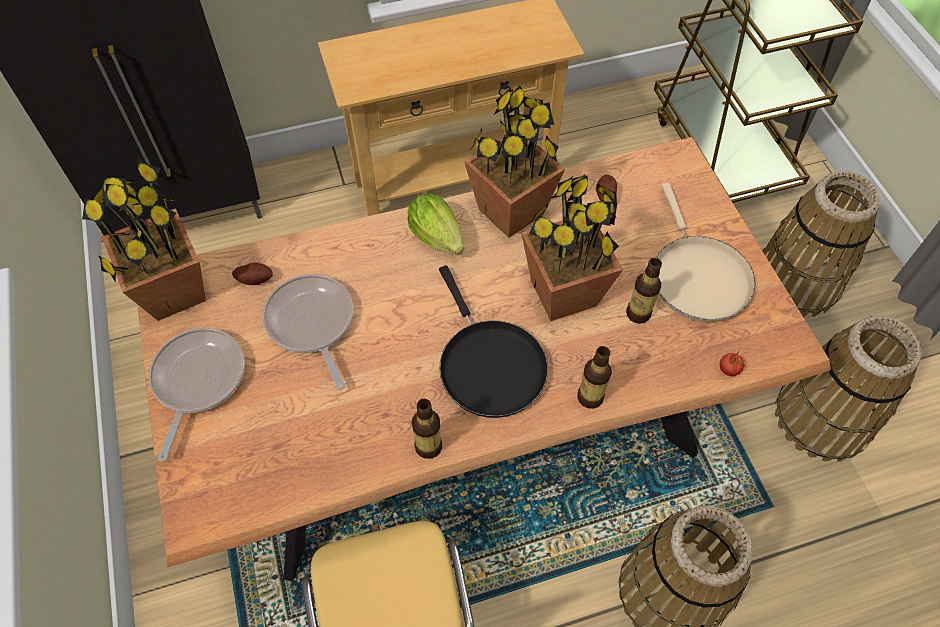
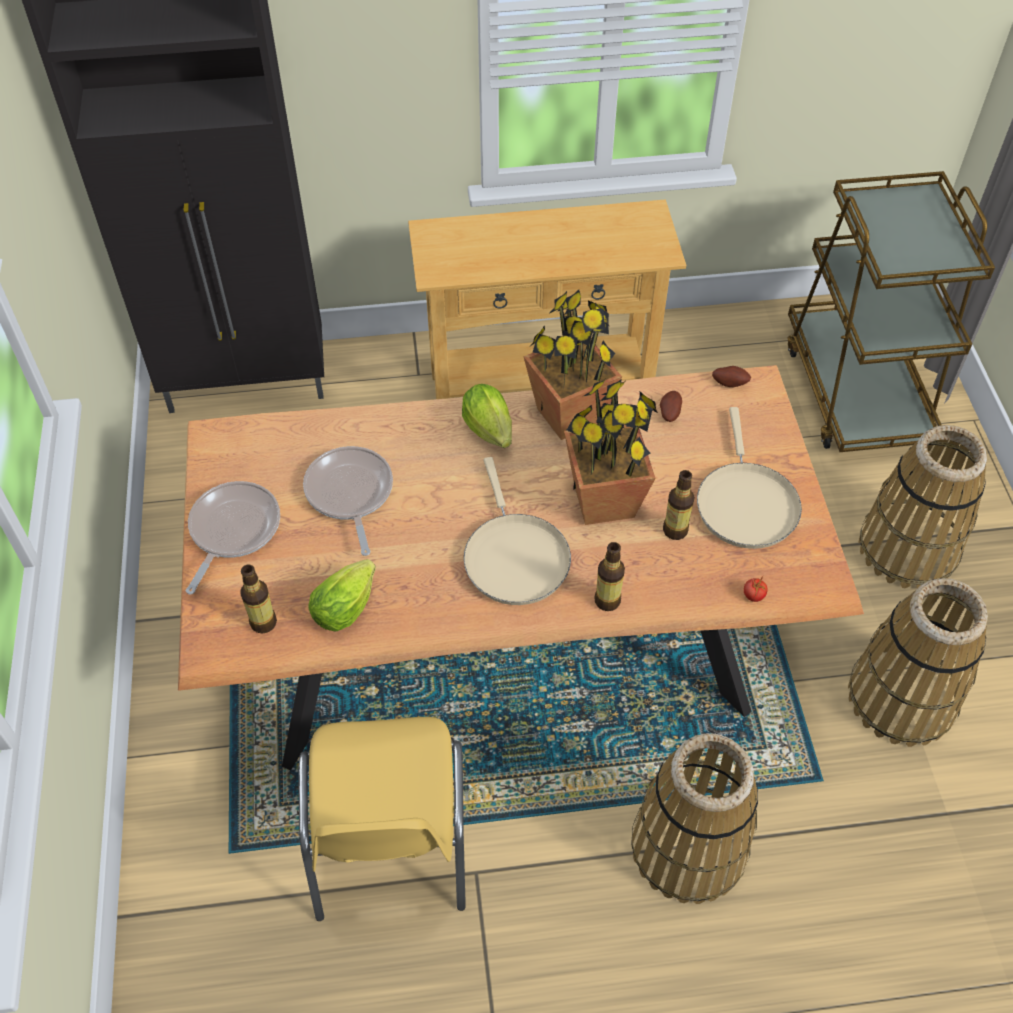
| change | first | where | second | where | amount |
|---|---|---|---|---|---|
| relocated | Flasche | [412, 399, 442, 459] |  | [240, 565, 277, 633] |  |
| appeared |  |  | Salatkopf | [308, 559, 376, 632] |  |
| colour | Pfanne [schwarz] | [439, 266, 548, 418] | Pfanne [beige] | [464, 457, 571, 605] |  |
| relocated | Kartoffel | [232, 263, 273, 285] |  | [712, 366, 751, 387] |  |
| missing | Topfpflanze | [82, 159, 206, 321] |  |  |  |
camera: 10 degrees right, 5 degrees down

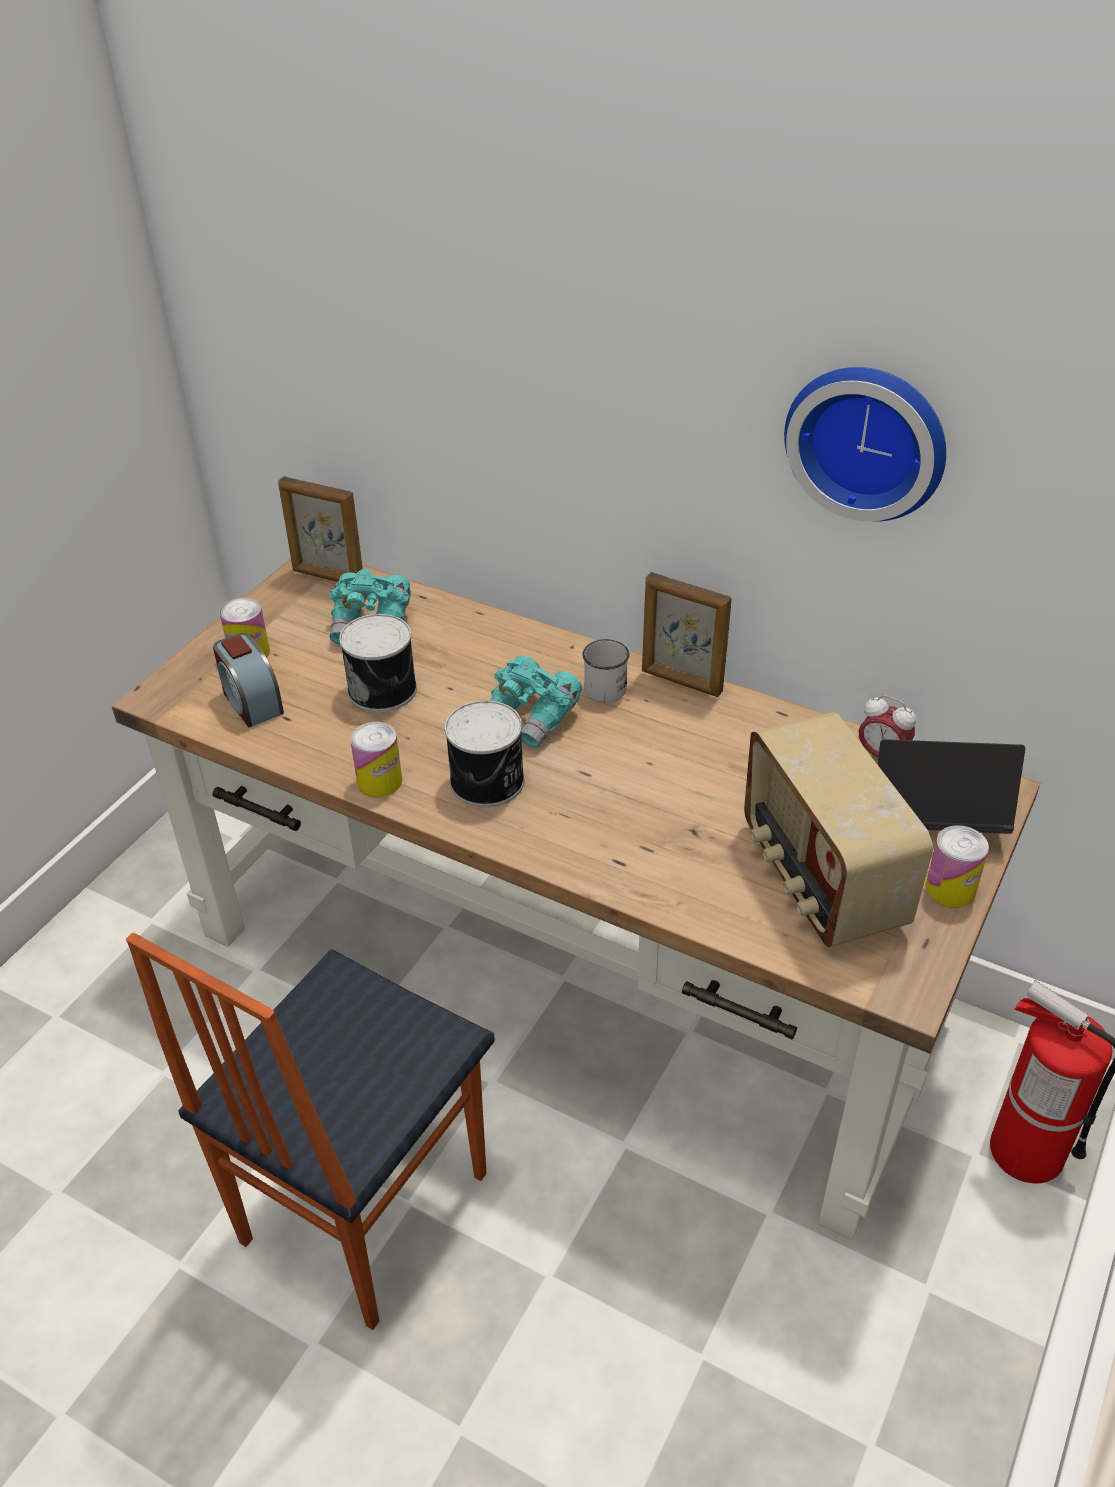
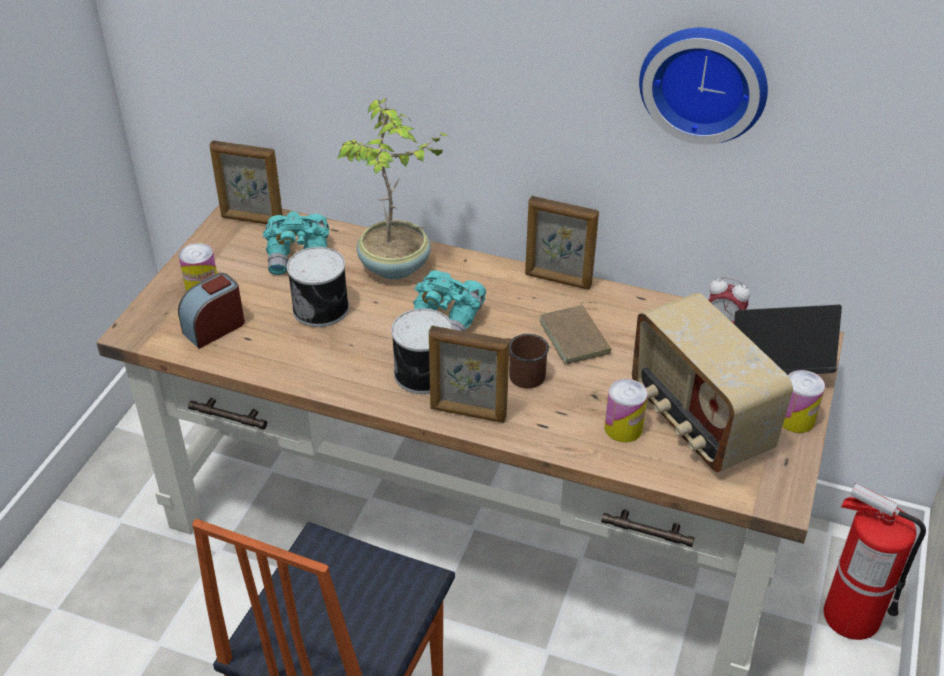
| change | first | where | second | where | amount |
|---|---|---|---|---|---|
| spun | Wecker | [213, 633, 284, 728] |  | [178, 273, 245, 349] | 90 degrees clockwise |
| appeared |  |  | Topfpflanze | [337, 98, 452, 279] |  |
| appeared |  |  | Bilderrahmen | [429, 326, 510, 423] |  |
| appeared |  |  | Henkelbecher [braun] | [508, 334, 549, 388] |  |
| appeared |  |  | Buch [braun] | [539, 302, 612, 365] |  |
| relocated | Dose | [350, 722, 402, 797] |  | [605, 379, 647, 442] |  |
| missing | Henkelbecher [weiß] | [582, 639, 629, 703] |  |  |  |
camera: 10 degrees left, 0 degrees up

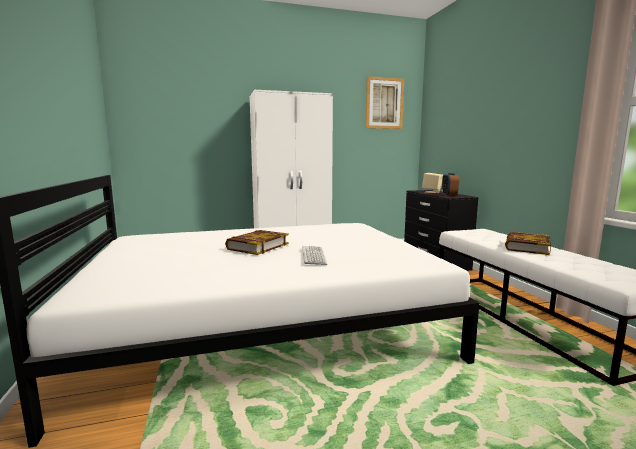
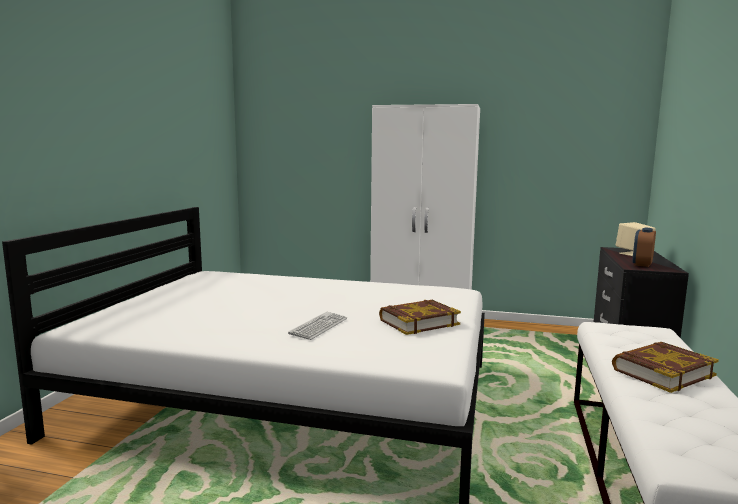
| change | first | where | second | where | amount |
|---|---|---|---|---|---|
| relocated | Buch | [225, 230, 289, 255] |  | [379, 300, 461, 335] |  |
| missing | Bild | [366, 76, 404, 129] |  |  |  |
camera: 30 degrees right, 0 degrees up

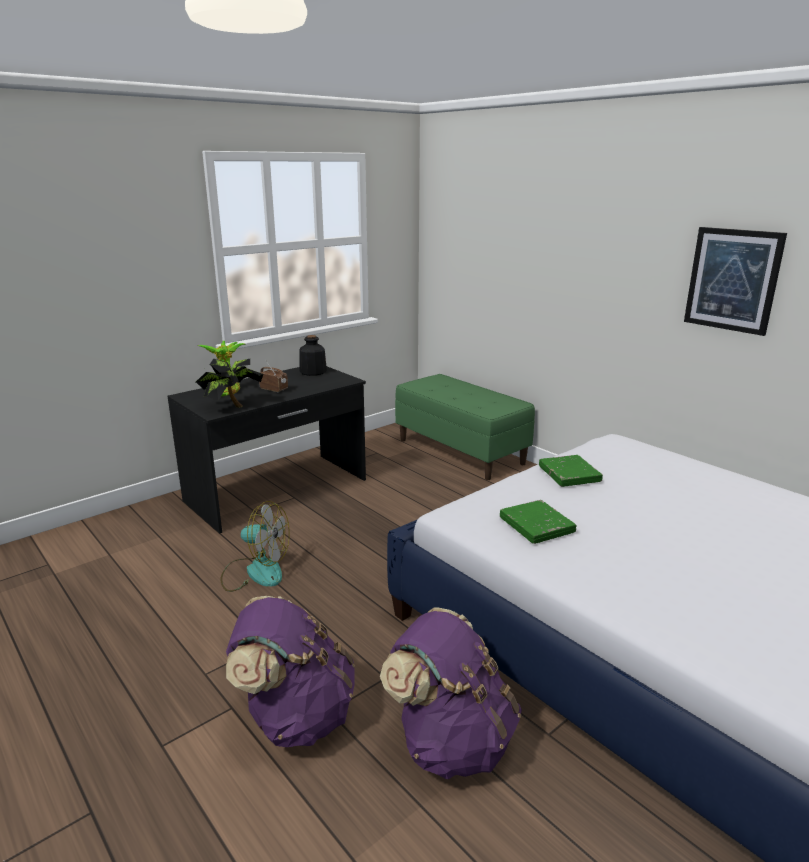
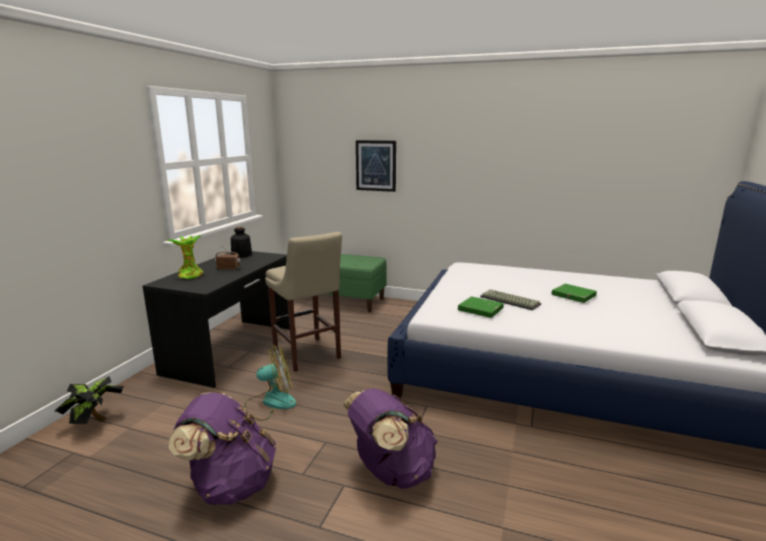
| change | first | where | second | where | amount |
|---|---|---|---|---|---|
| relocated | Topfpflanze | [196, 358, 264, 408] |  | [54, 376, 124, 424] |  |
| relocated | Rucksack [lila] | [380, 607, 522, 779] |  | [169, 392, 276, 505] |  |
| appeared |  |  | Hocker [beige] | [265, 232, 342, 372] |  |
| relocated | Bild | [684, 227, 787, 336] |  | [356, 140, 396, 192] |  |
| appeared |  |  | Tastatur | [480, 289, 541, 310] |  |
| relocated | Buch [grün] | [539, 455, 603, 487] |  | [551, 284, 597, 303] |  |
camera: 30 degrees left, 5 degrees down

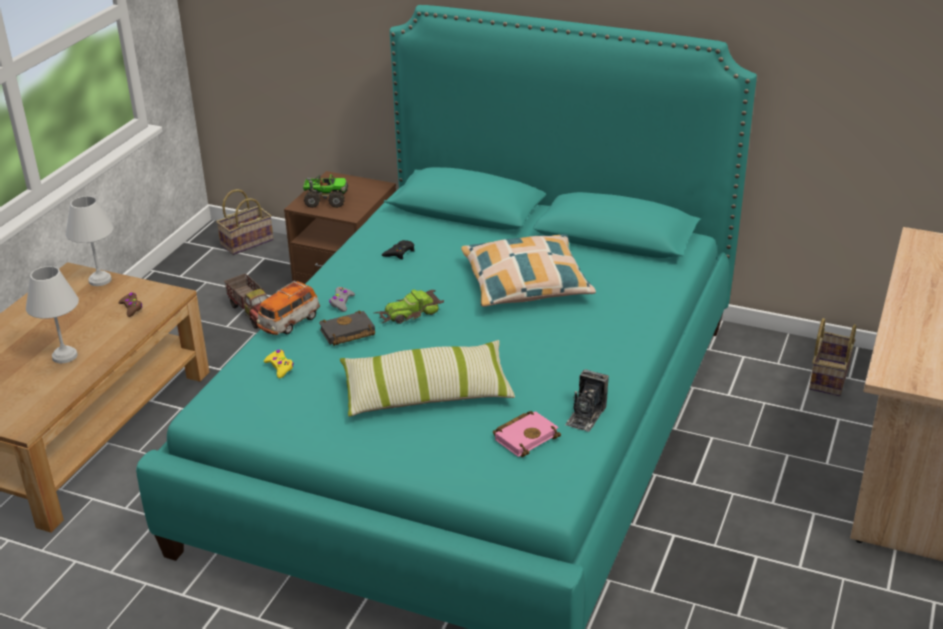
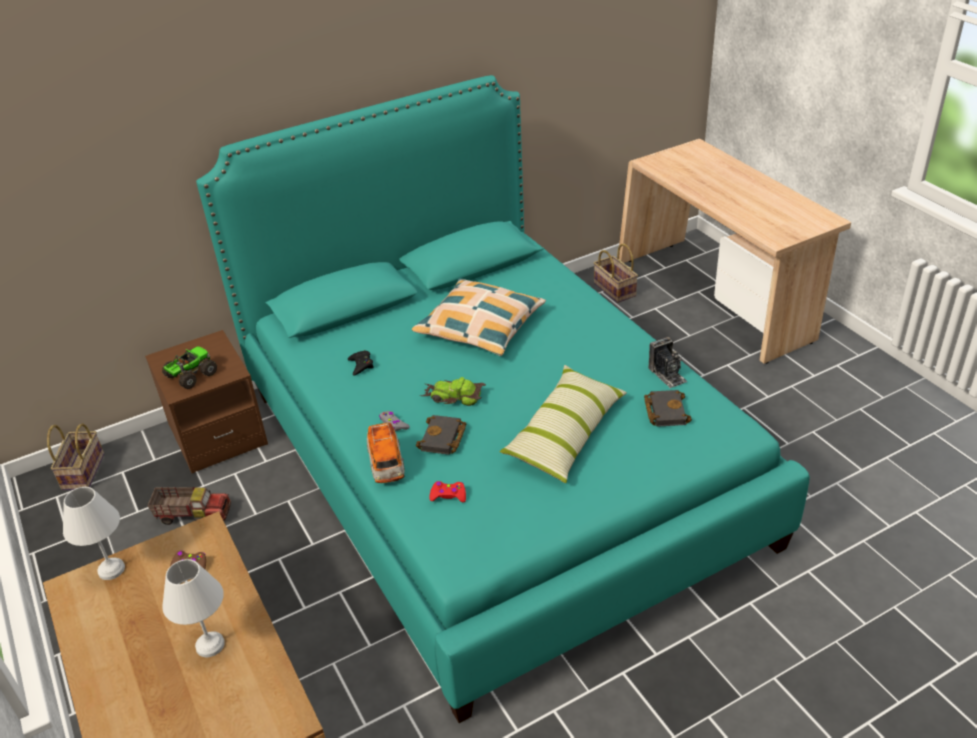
| change | first | where | second | where | amount |
|---|---|---|---|---|---|
| spun | Spielzeugauto | [375, 290, 444, 324] |  | [420, 377, 486, 406] | 90 degrees clockwise |
| colour | Gamepad [gelb] | [264, 350, 294, 378] | Gamepad [rot] | [429, 481, 466, 502] |  |
| colour | Buch [rosa] | [493, 411, 561, 457] | Buch [schwarz] | [644, 390, 692, 427] |  |
camera: 50 degrees left, 5 degrees up

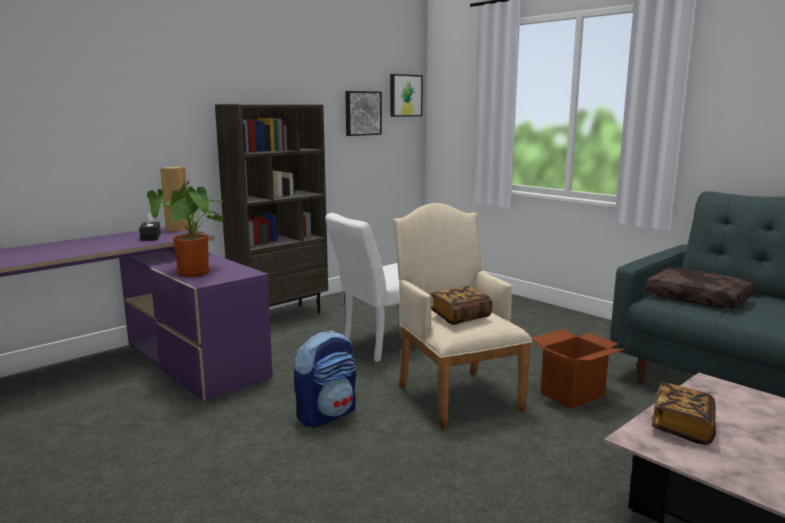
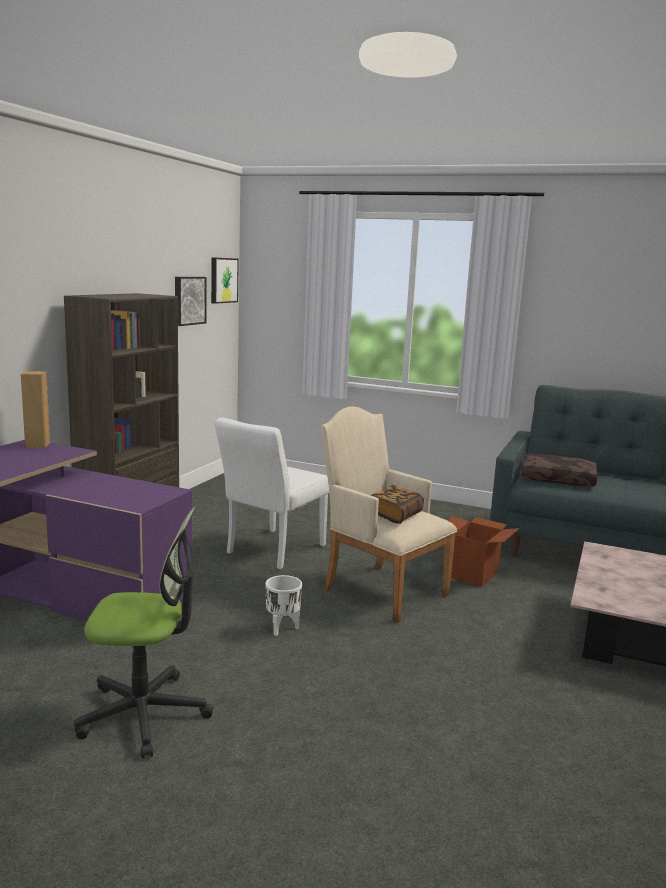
| change | first | where | second | where | amount |
|---|---|---|---|---|---|
| appeared |  |  | Bürostuhl | [74, 507, 213, 759] |  |
| exchanged | Rucksack | [294, 331, 356, 427] | Pflanzkübel [weiß] | [266, 575, 302, 636] |  |
| missing | Taschentuchbox [schwarz] | [139, 212, 161, 241] |  |  |  |
| missing | Topfpflanze | [147, 181, 225, 277] |  |  |  |
| missing | Buch | [651, 382, 716, 445] |  |  |  |
camera: 25 degrees left, 0 degrees up

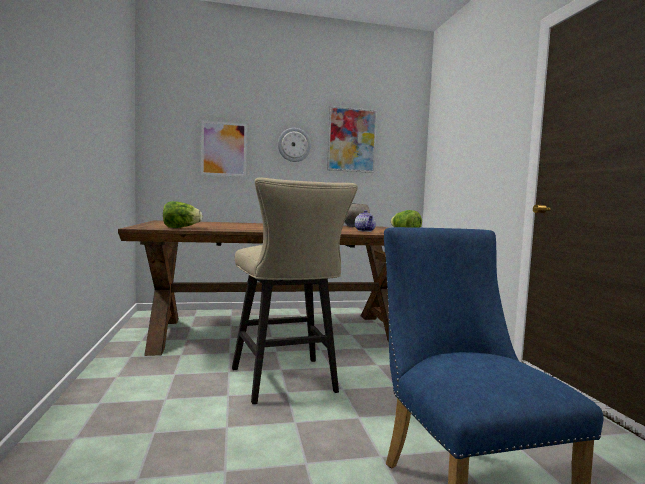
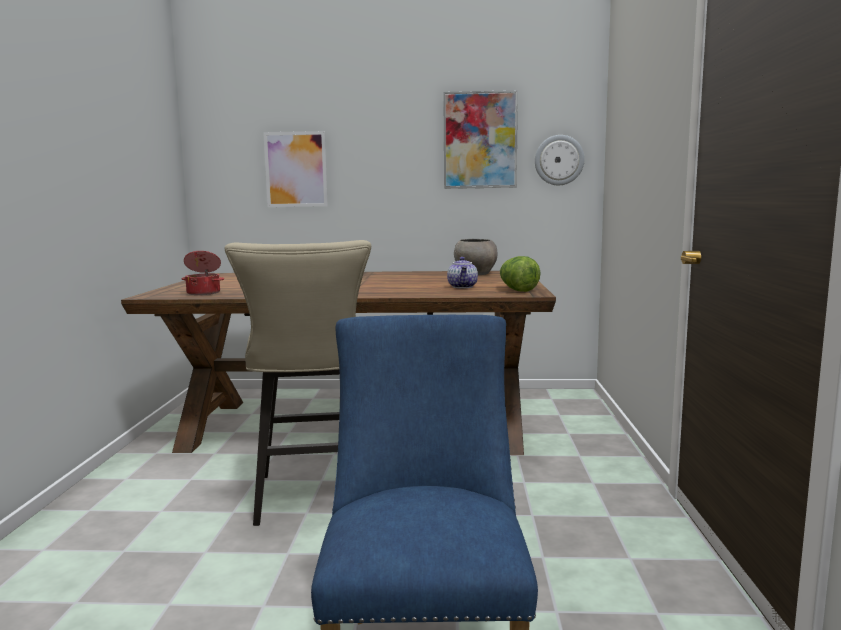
| change | first | where | second | where | amount |
|---|---|---|---|---|---|
| exchanged | Salatkopf | [163, 201, 202, 228] | Kochtopf | [181, 251, 224, 295] |  |
| relocated | Wanduhr | [278, 128, 311, 162] |  | [535, 135, 585, 185] |  |
camera: 15 degrees right, 5 degrees up

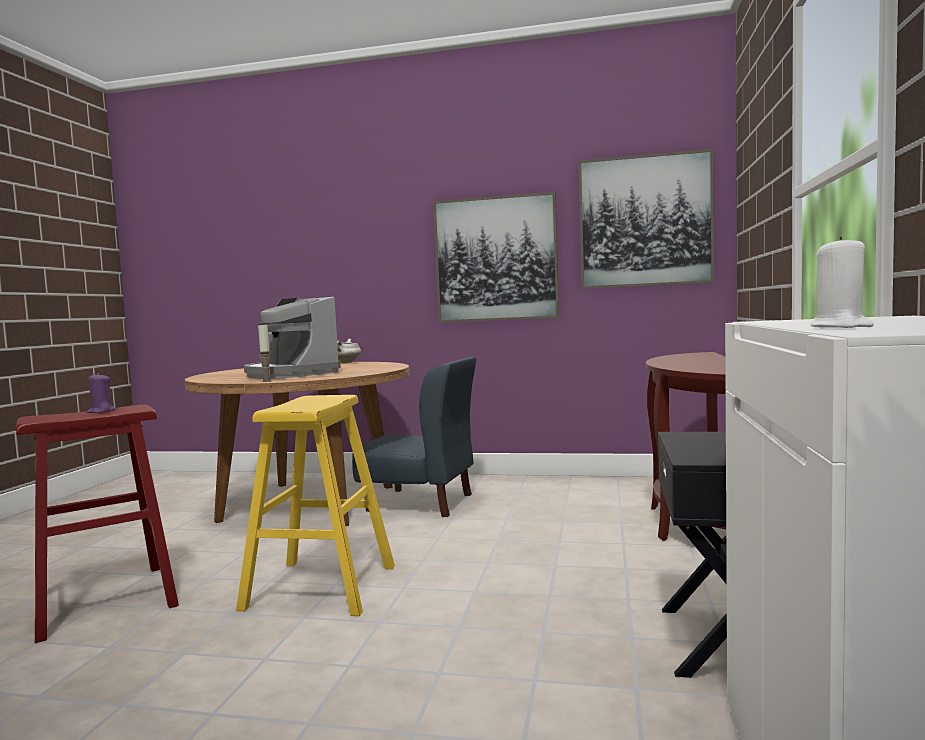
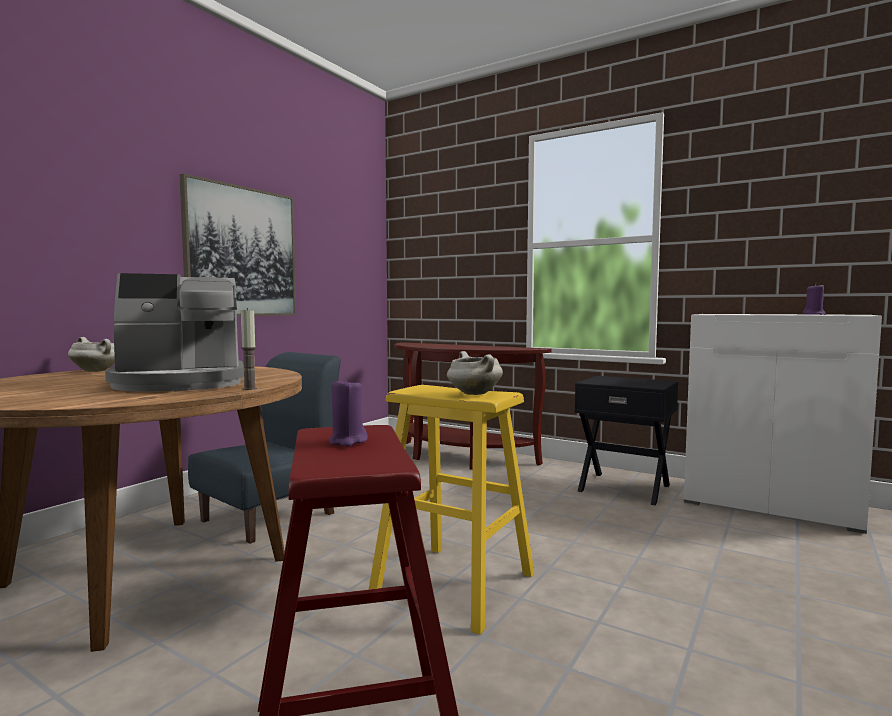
| change | first | where | second | where | amount |
|---|---|---|---|---|---|
| appeared |  |  | Kochtopf [weiß] | [447, 351, 503, 395] |  |
| colour | Kerze [weiß] | [810, 237, 874, 328] | Kerze [lila] | [803, 284, 826, 315] |  |
| missing | Bild | [579, 149, 714, 289] |  |  |  |
camera: 70 degrees left, 0 degrees up

